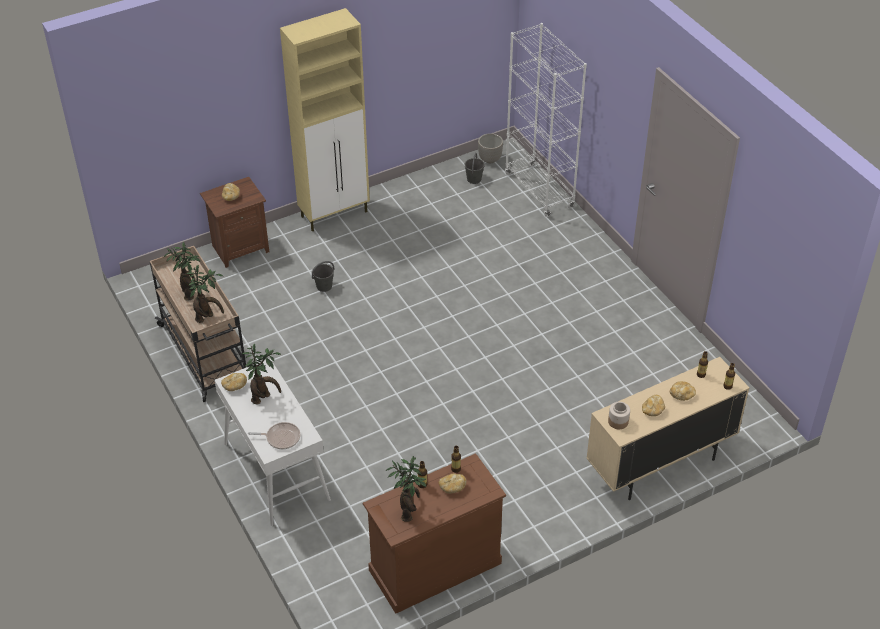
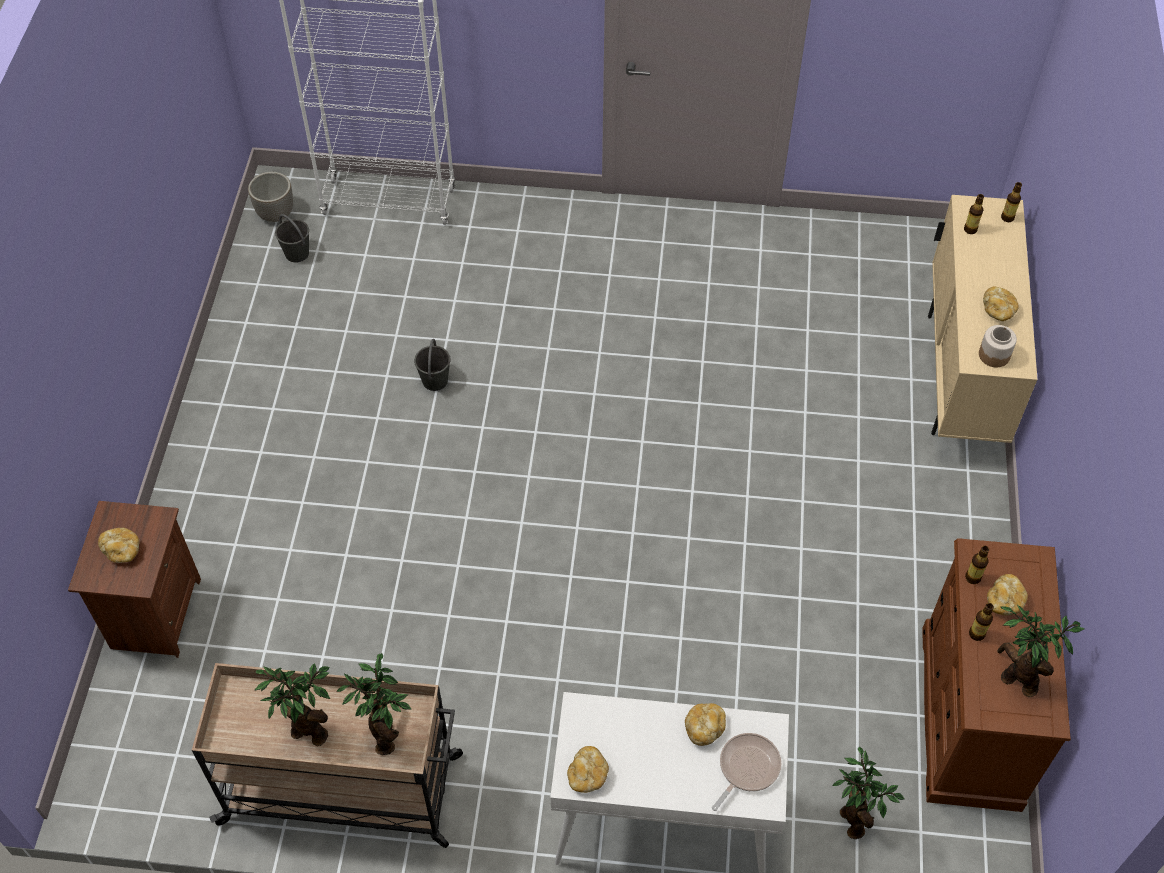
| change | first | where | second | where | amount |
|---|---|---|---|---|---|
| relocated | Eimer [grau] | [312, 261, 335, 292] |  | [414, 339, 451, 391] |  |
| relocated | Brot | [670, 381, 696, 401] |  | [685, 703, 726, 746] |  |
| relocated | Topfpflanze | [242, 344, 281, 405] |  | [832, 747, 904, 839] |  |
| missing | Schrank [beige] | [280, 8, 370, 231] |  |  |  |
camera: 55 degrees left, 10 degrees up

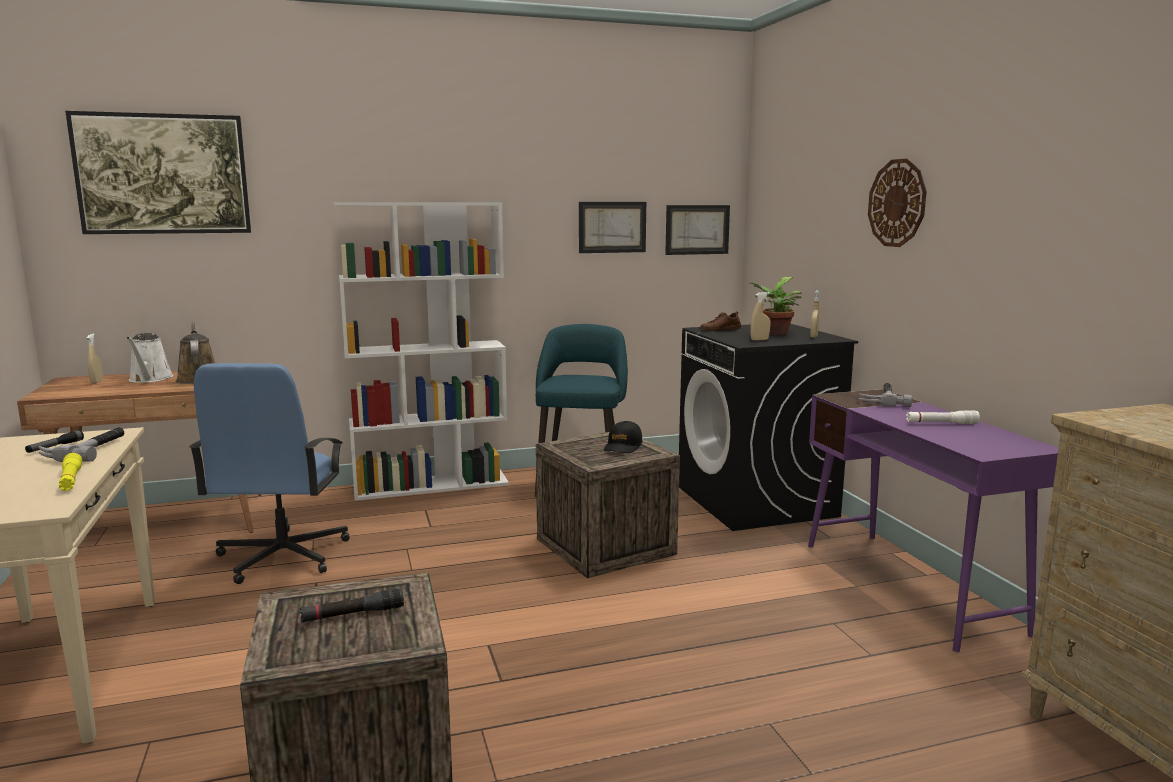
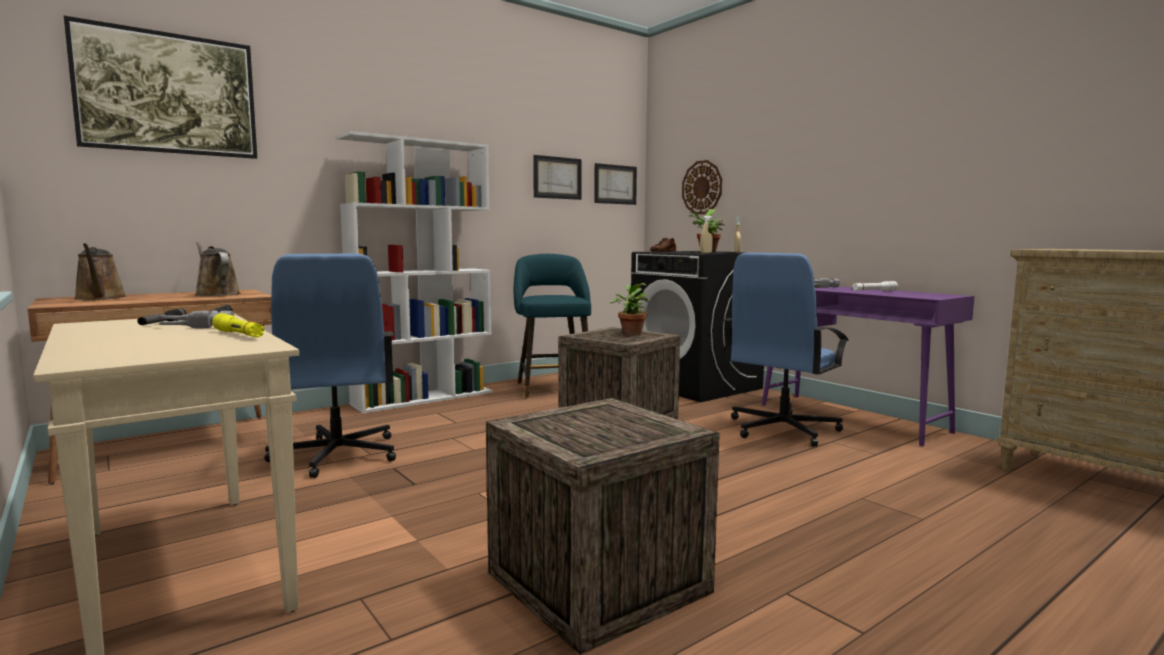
| change | first | where | second | where | amount |
|---|---|---|---|---|---|
| exchanged | Sprühflasche [beige] | [87, 334, 103, 384] | Gießkanne [braun] | [74, 243, 126, 300] |  |
| exchanged | Kappe [schwarz] | [604, 421, 643, 453] | Topfpflanze | [609, 283, 648, 335] |  |
| relocated | Wanduhr | [868, 159, 927, 247] |  | [682, 160, 722, 214] |  |
| appeared |  |  | Bürostuhl [blau] | [724, 252, 849, 447] |  |
| missing | Gießkanne [weiß] | [126, 333, 174, 383] |  |  |  |
| missing | Taschenlampe [schwarz] | [300, 588, 404, 622] |  |  |  |
camera: 20 degrees left, 5 degrees down

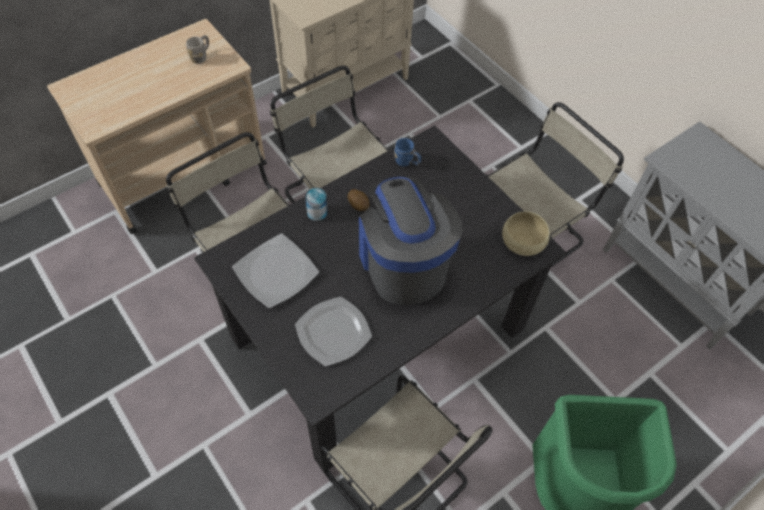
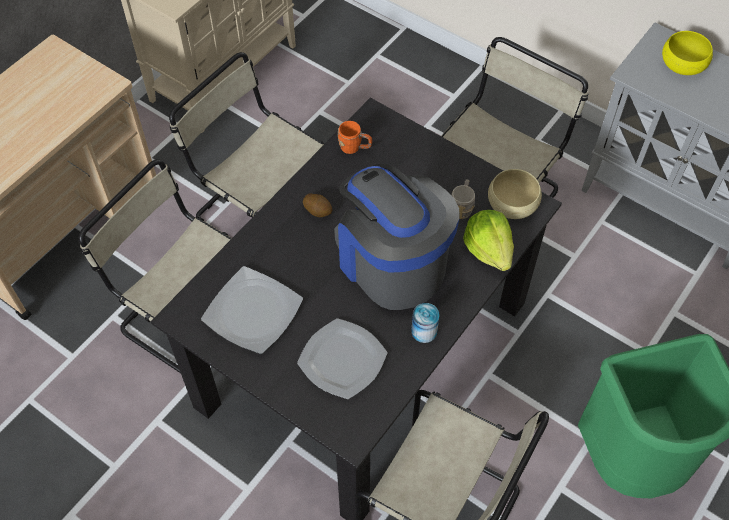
| change | first | where | second | where | amount |
|---|---|---|---|---|---|
| colour | Henkelbecher [blau] | [394, 138, 421, 166] | Henkelbecher [orange] | [338, 121, 372, 154] |  |
| relocated | Dose | [305, 188, 328, 221] |  | [411, 303, 439, 343] |  |
| relocated | Henkelbecher [grau] | [186, 35, 209, 64] |  | [451, 179, 475, 219] |  |
| appeared |  |  | Salatkopf | [463, 210, 514, 271] |  |
| appeared |  |  | Schüssel [gelb] | [662, 31, 713, 75] |  |
camera: 15 degrees left, 0 degrees up

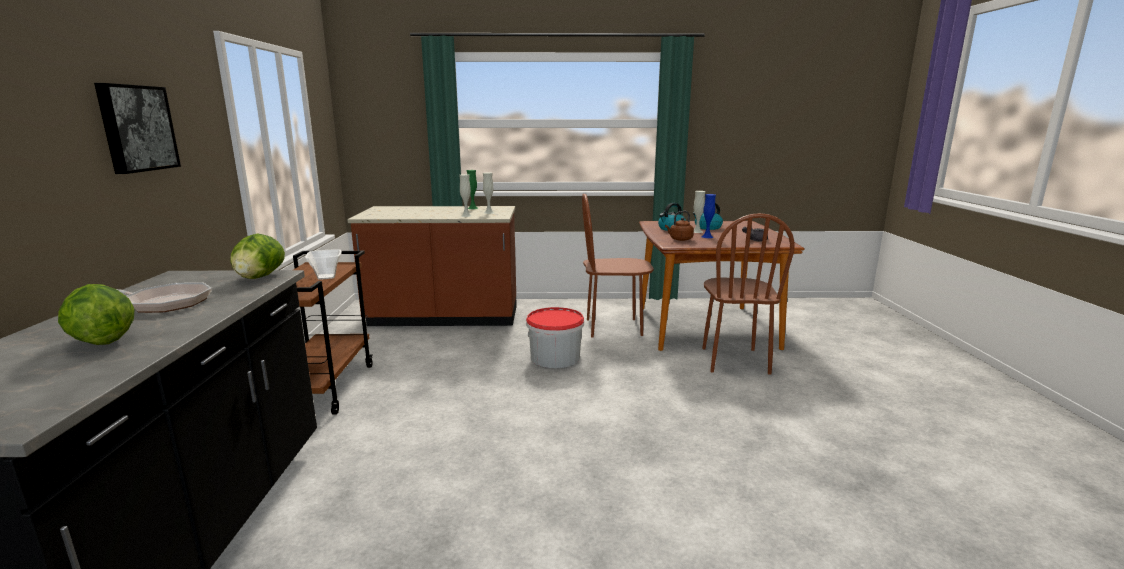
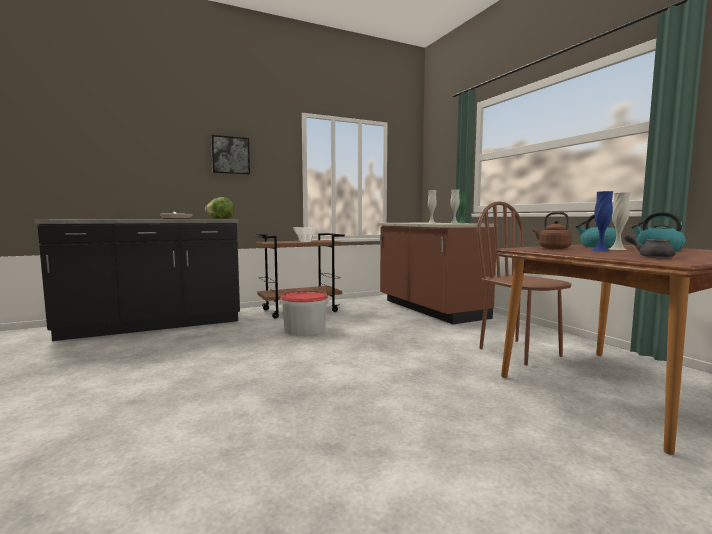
| change | first | where | second | where | amount |
|---|---|---|---|---|---|
| relocated | Eimer | [526, 307, 584, 368] |  | [280, 290, 328, 336] |  |
| missing | Salatkopf | [58, 284, 134, 345] |  |  |  |
| missing | Stuhl [braun] | [702, 213, 795, 374] |  |  |  |
camera: 65 degrees right, 10 degrees down

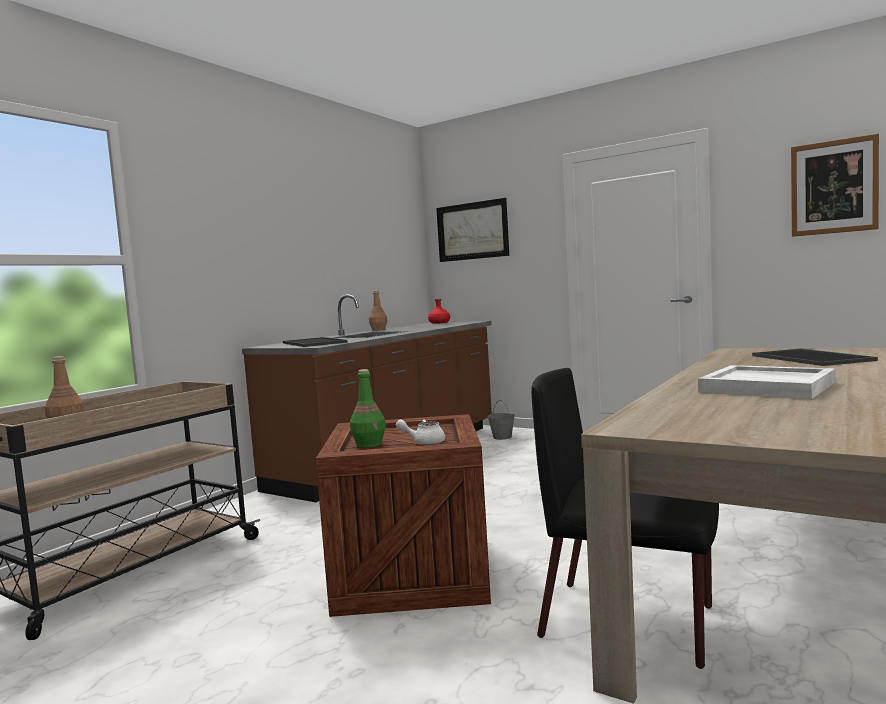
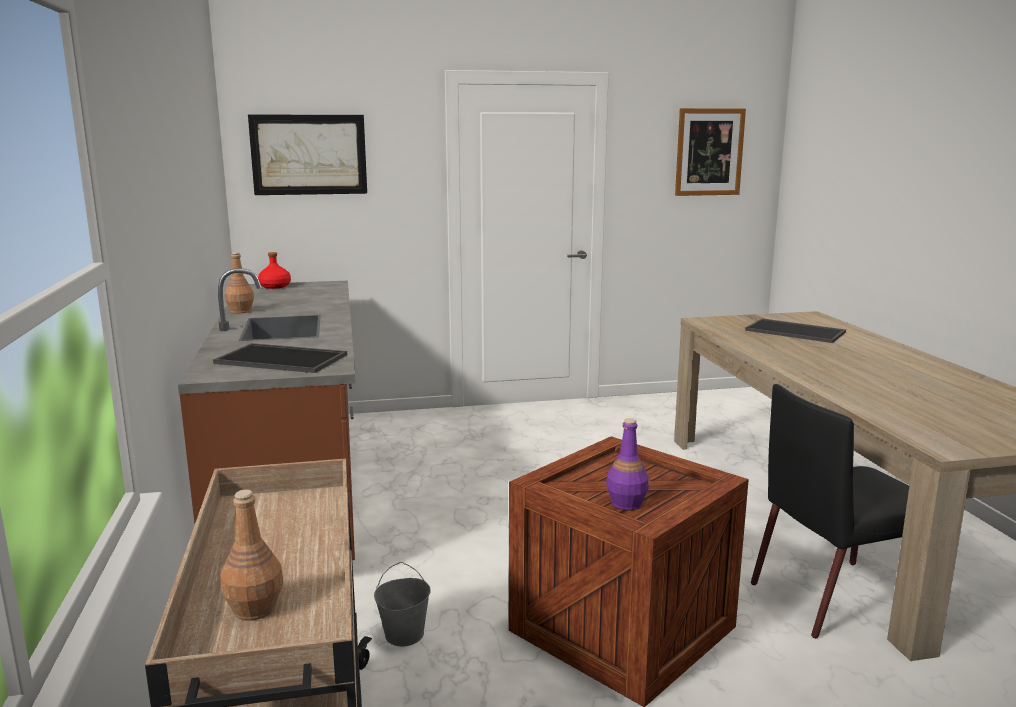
| change | first | where | second | where | amount |
|---|---|---|---|---|---|
| relocated | Eimer [grau] | [487, 400, 515, 440] |  | [374, 562, 431, 646] |  |
| colour | Flasche [grün] | [350, 369, 386, 448] | Flasche [lila] | [606, 418, 649, 510] |  |
| missing | Teekanne [weiß] | [396, 419, 445, 445] |  |  |  |
| missing | Tablett [weiß] | [698, 365, 835, 399] |  |  |  |
camera: 45 degrees left, 10 degrees up

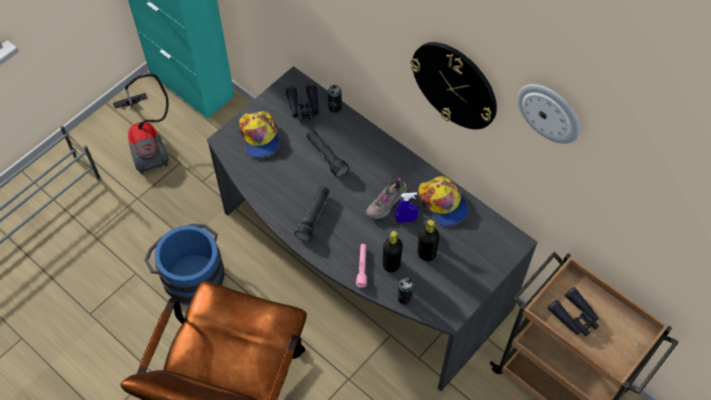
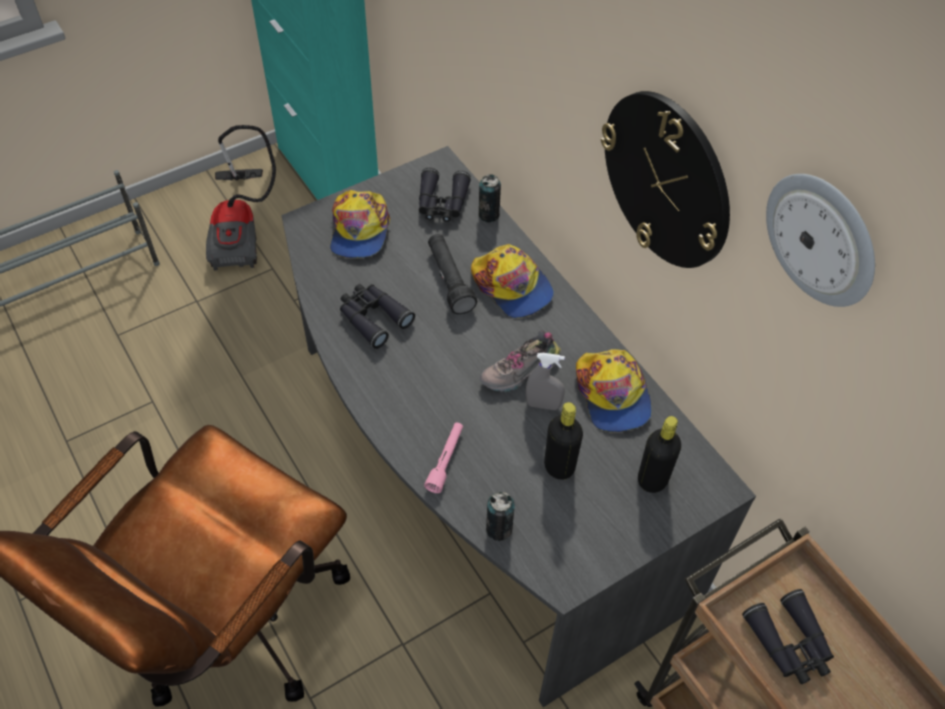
| change | first | where | second | where | amount |
|---|---|---|---|---|---|
| appeared |  |  | Fernglas [schwarz] | [340, 284, 415, 349] |  |
| appeared |  |  | Kappe | [471, 244, 554, 318] |  |
| colour | Sprühflasche [blau] | [395, 192, 418, 223] | Sprühflasche [grau] | [526, 353, 565, 410] |  |
| relocated | Flasche [schwarz] | [383, 231, 403, 273] |  | [638, 416, 681, 493] |  |
| missing | Eimer [blau] | [144, 224, 225, 306] |  |  |  |
| missing | Taschenlampe [schwarz] | [294, 186, 329, 241] |  |  |  |
camera: 15 degrees right, 5 degrees down

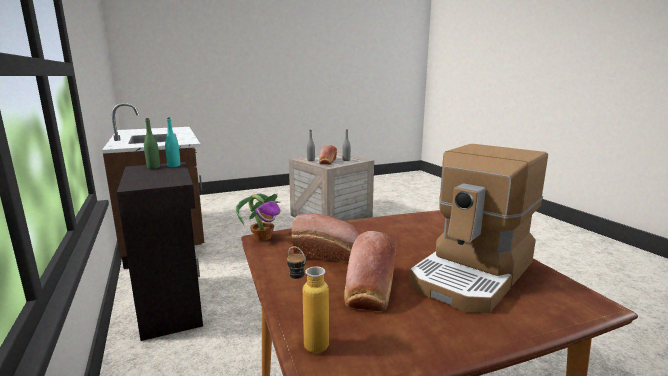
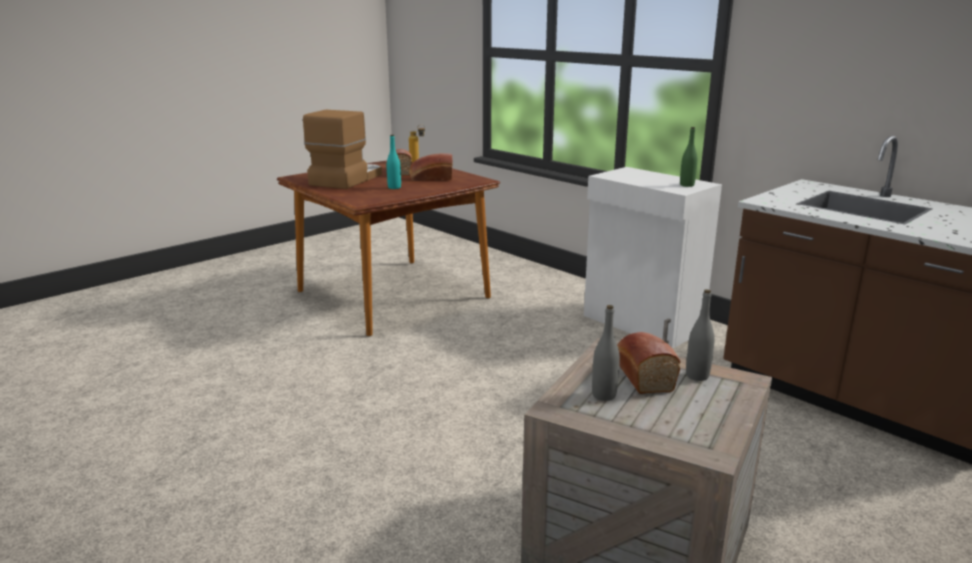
| change | first | where | second | where | amount |
|---|---|---|---|---|---|
| relocated | Flasche [türkis] | [165, 117, 180, 167] |  | [387, 135, 401, 189] |  |
| colour | Schrank [schwarz] | [117, 162, 203, 341] | Schrank [weiß] | [584, 167, 722, 349] |  |
| missing | Topfpflanze | [236, 193, 280, 241] |  |  |  |
camera: 160 degrees right, 5 degrees up

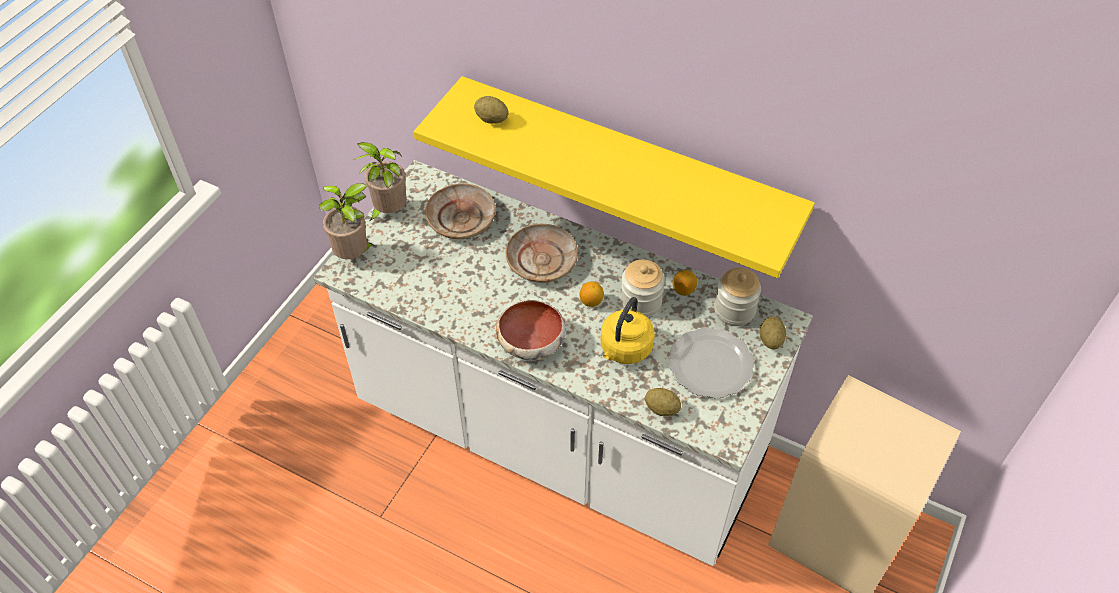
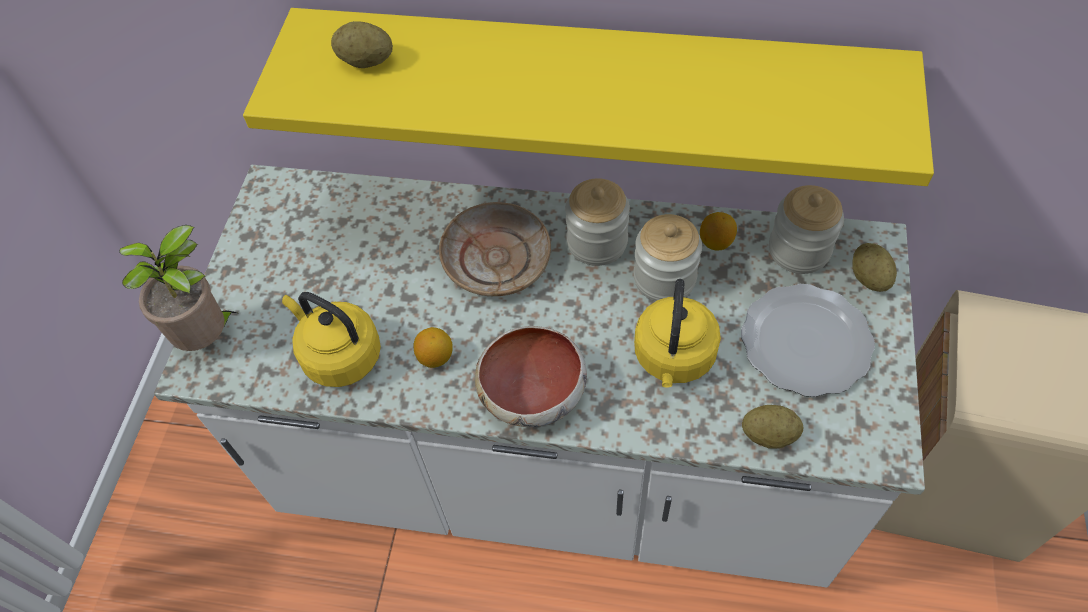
| change | first | where | second | where | amount |
|---|---|---|---|---|---|
| appeared |  |  | Wasserkessel [gelb] | [282, 292, 381, 387] |  |
| relocated | Zitrone | [580, 282, 604, 307] |  | [414, 327, 453, 368] |  |
| appeared |  |  | Vorratsglas | [565, 178, 630, 266] |  |
| missing | Topfpflanze | [353, 142, 407, 221] |  |  |  |
| missing | Teller [beige] | [425, 183, 496, 239] |  |  |  |
camera: 15 degrees left, 5 degrees up

